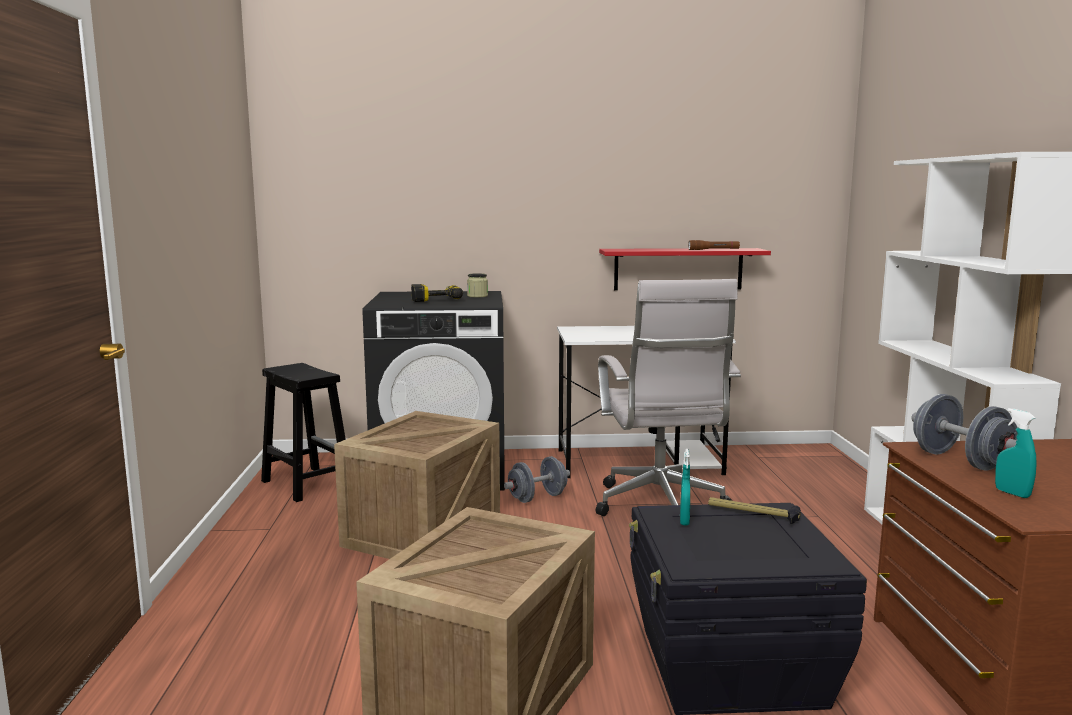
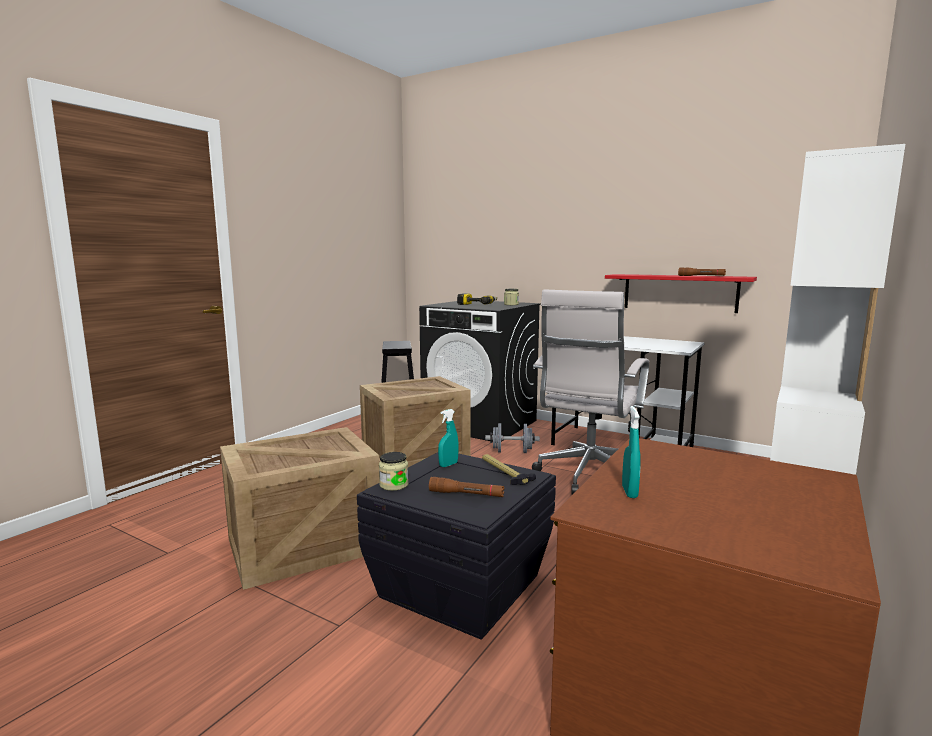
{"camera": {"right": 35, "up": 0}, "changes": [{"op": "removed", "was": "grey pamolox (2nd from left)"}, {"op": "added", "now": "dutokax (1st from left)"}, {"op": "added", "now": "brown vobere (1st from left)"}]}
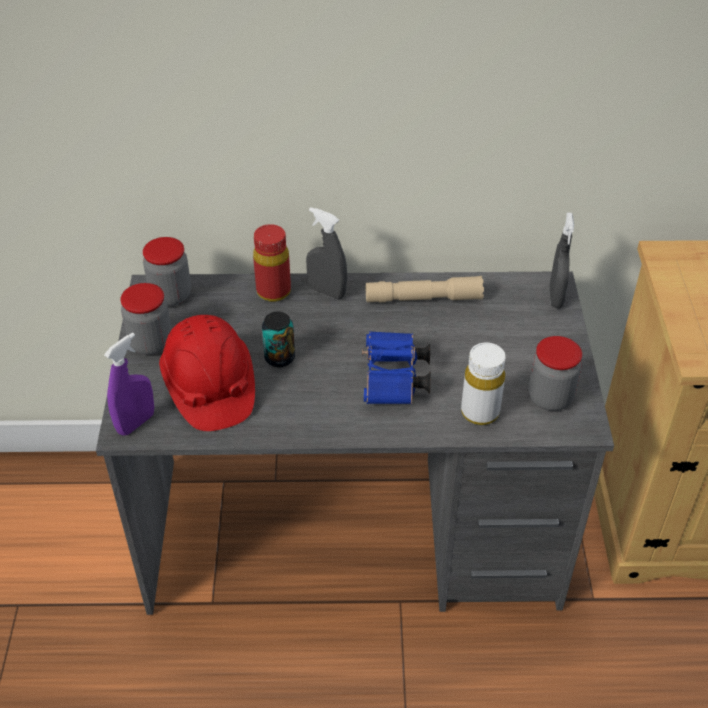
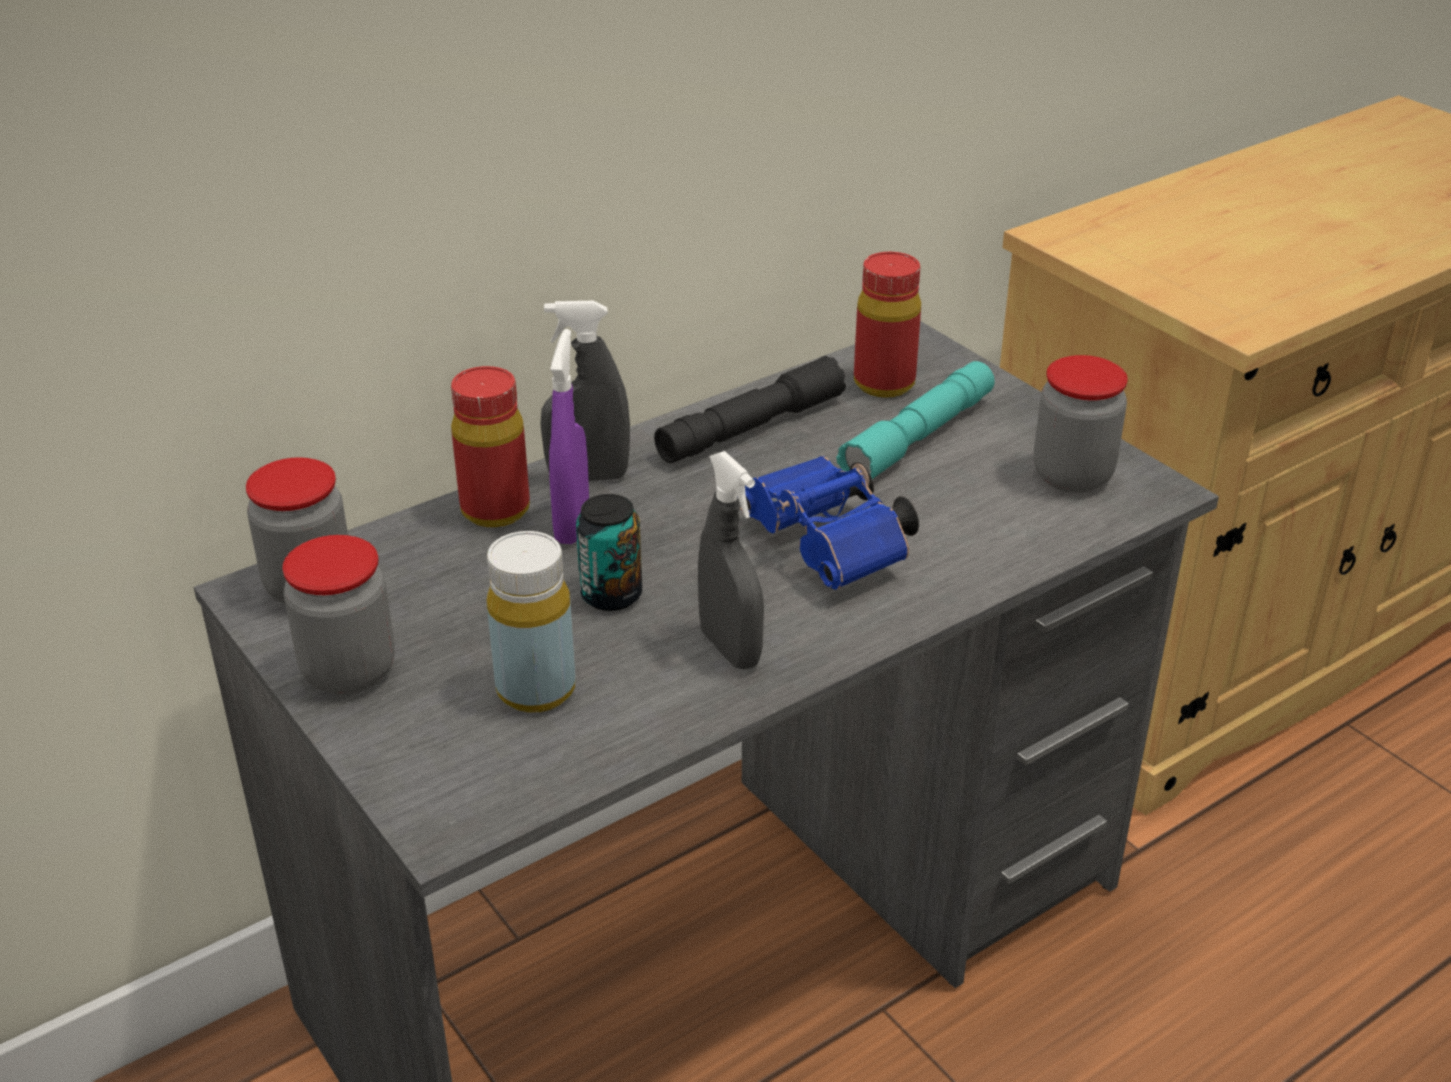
{"camera": {"right": -35, "up": -10}, "changes": [{"op": "moved", "was": "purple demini"}, {"op": "replaced", "was": "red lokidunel", "now": "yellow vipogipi"}, {"op": "recoloured", "was": "beige vobere", "now": "black vobere"}, {"op": "removed", "was": "white vipogipi"}, {"op": "moved", "was": "grey demini (2nd from left)"}, {"op": "added", "now": "turquoise vobere"}, {"op": "added", "now": "red vipogipi (2nd from left)"}]}
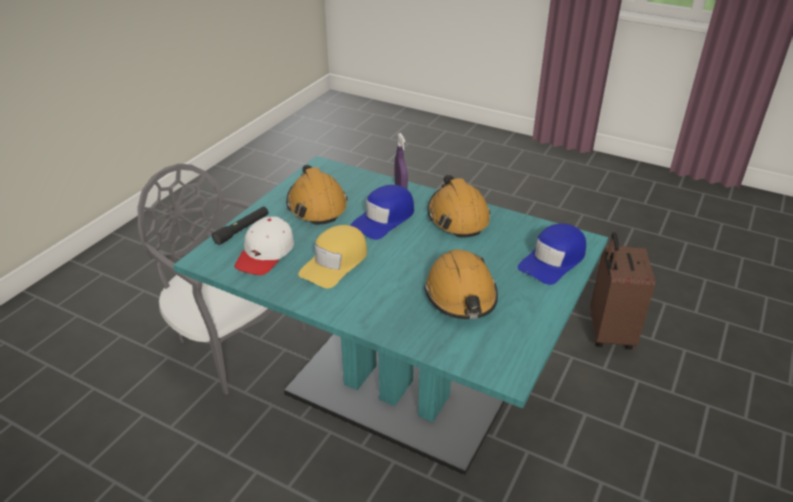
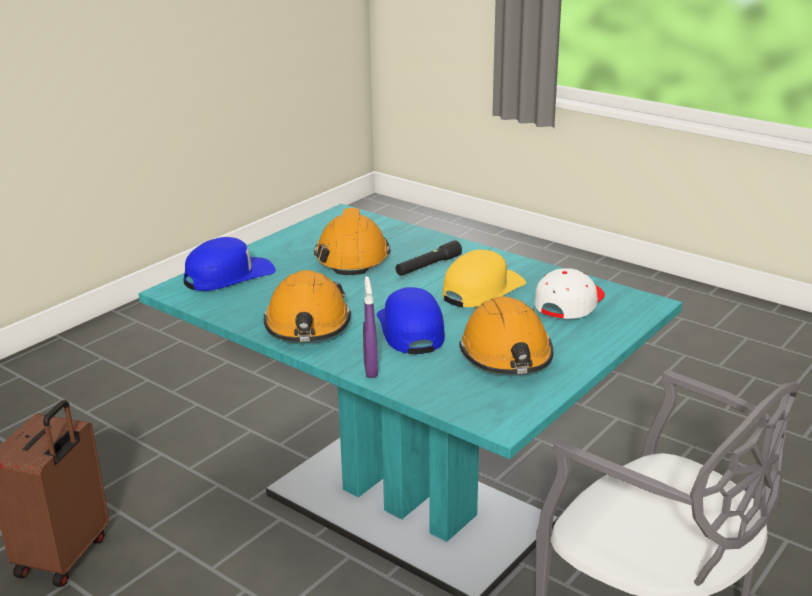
{"camera": {"right": -170, "up": -10}, "changes": [{"op": "moved", "was": "black vobere"}, {"op": "turned", "was": "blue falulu (1st from left in the first image)", "clockwise": -60}]}
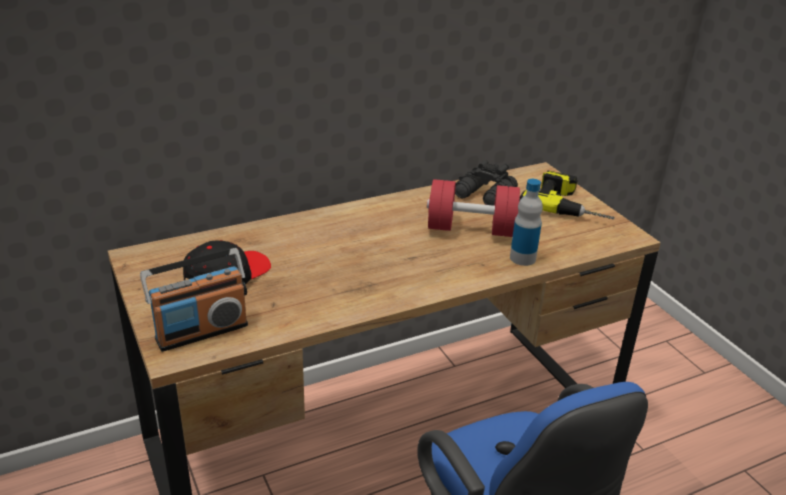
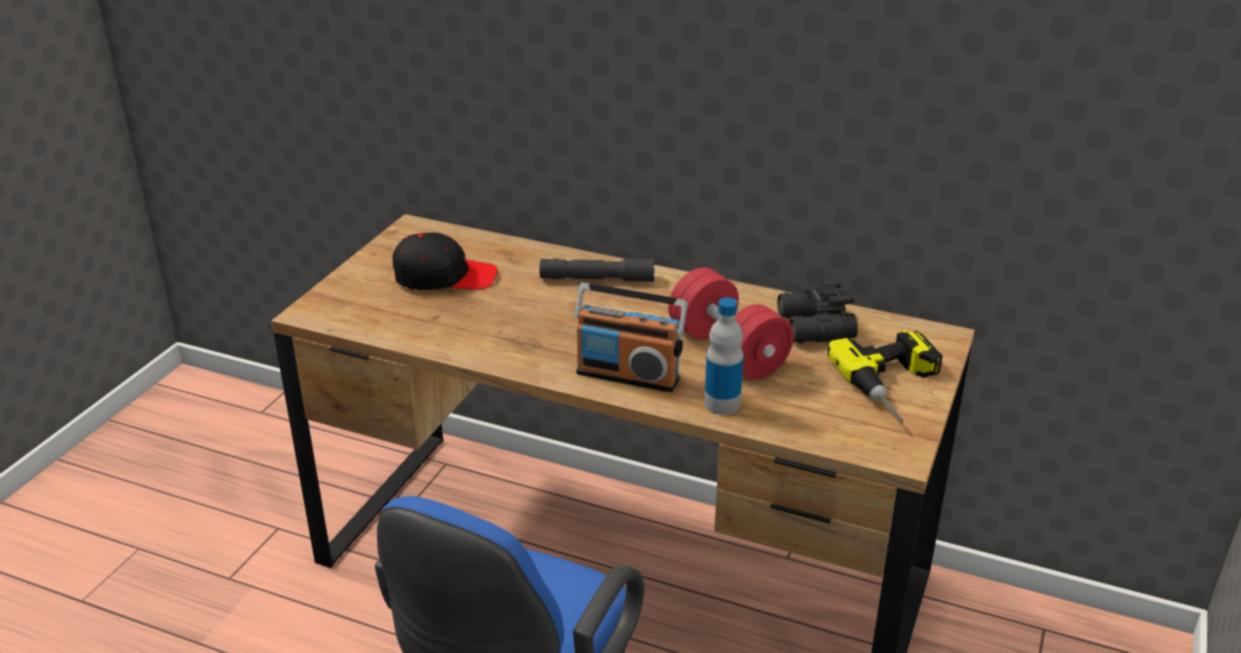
{"camera": {"right": 50, "up": 0}, "changes": [{"op": "moved", "was": "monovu"}, {"op": "added", "now": "grey vobere"}]}
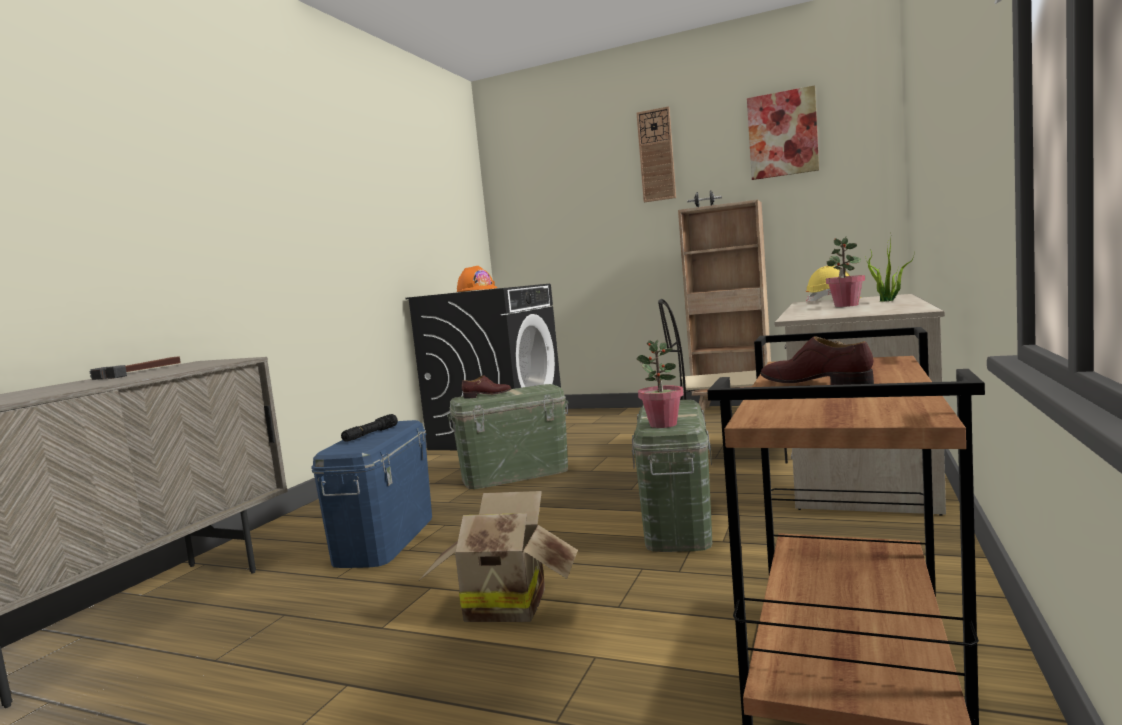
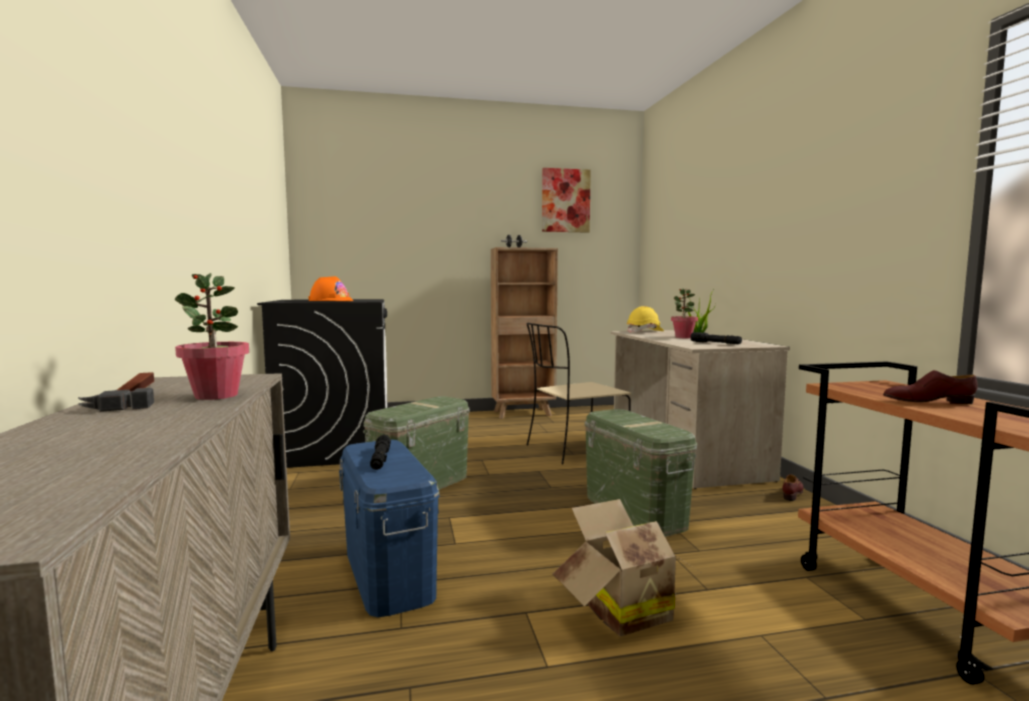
{"camera": {"right": -35, "up": 0}, "changes": [{"op": "moved", "was": "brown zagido (1st from left)"}, {"op": "removed", "was": "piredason"}, {"op": "moved", "was": "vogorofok (1st from left)"}, {"op": "added", "now": "black vobere (2nd from left)"}]}
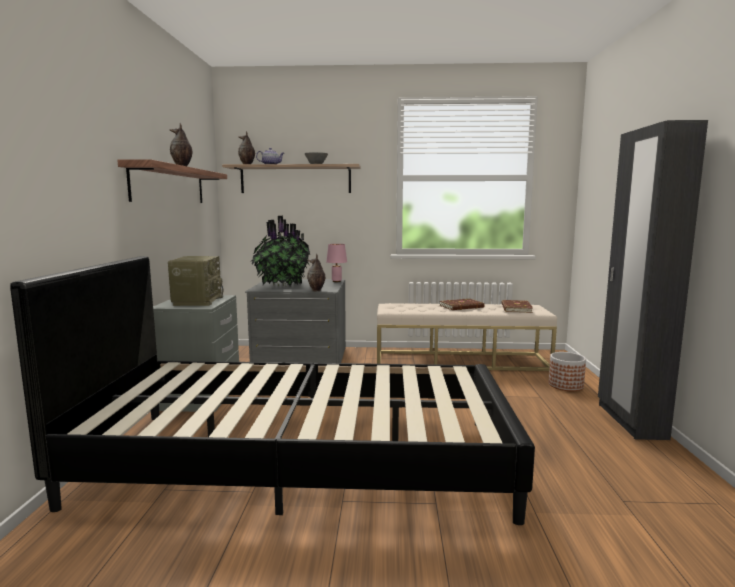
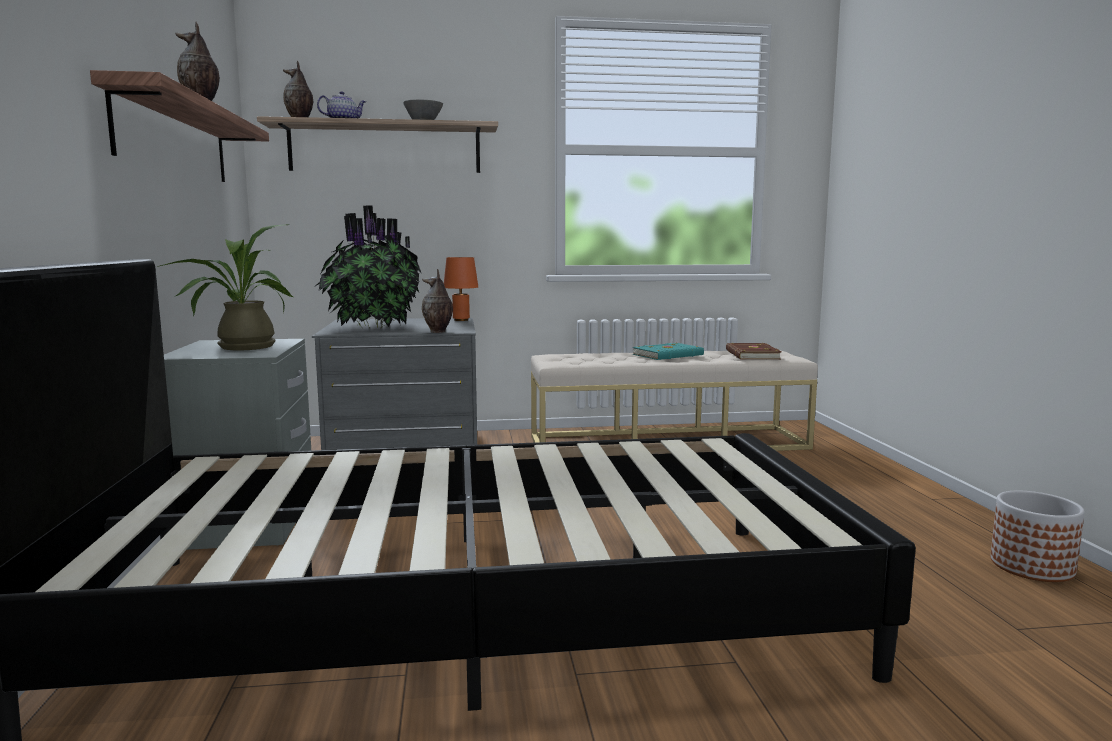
{"camera": {"right": -10, "up": 0}, "changes": [{"op": "replaced", "was": "monovu", "now": "vogorofok (1st from left)"}, {"op": "recoloured", "was": "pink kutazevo", "now": "orange kutazevo"}, {"op": "recoloured", "was": "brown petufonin (1st from left)", "now": "turquoise petufonin"}, {"op": "moved", "was": "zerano"}, {"op": "removed", "was": "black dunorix"}]}
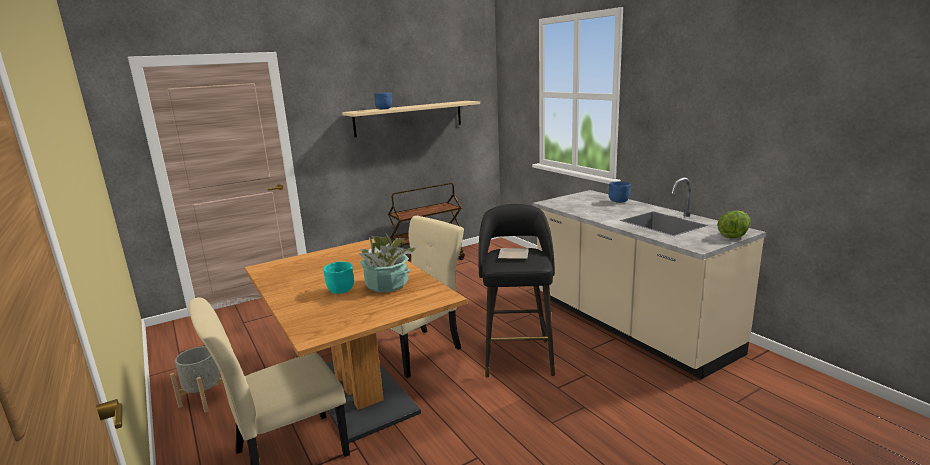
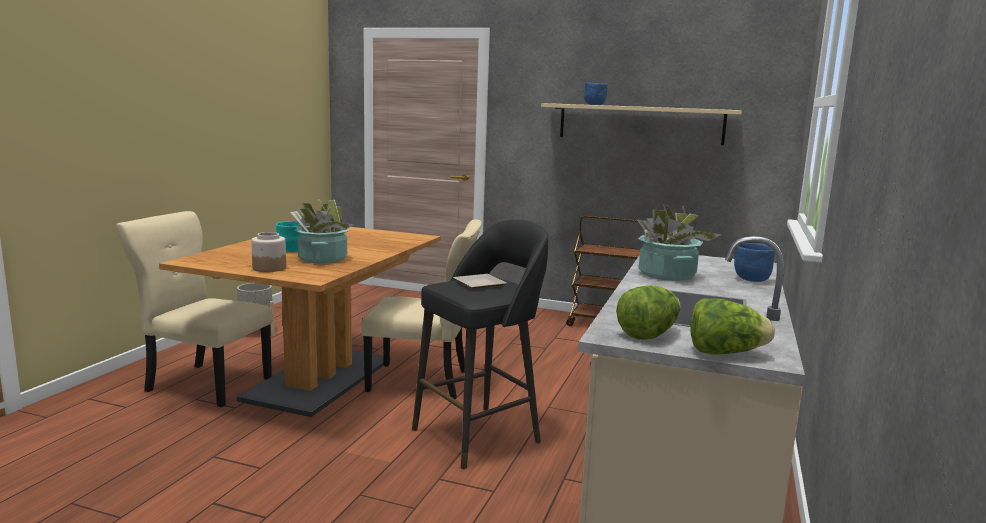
{"camera": {"right": 50, "up": -5}, "changes": [{"op": "added", "now": "dutokax"}, {"op": "added", "now": "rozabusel (1st from left)"}, {"op": "added", "now": "vogorofok (2nd from left)"}]}
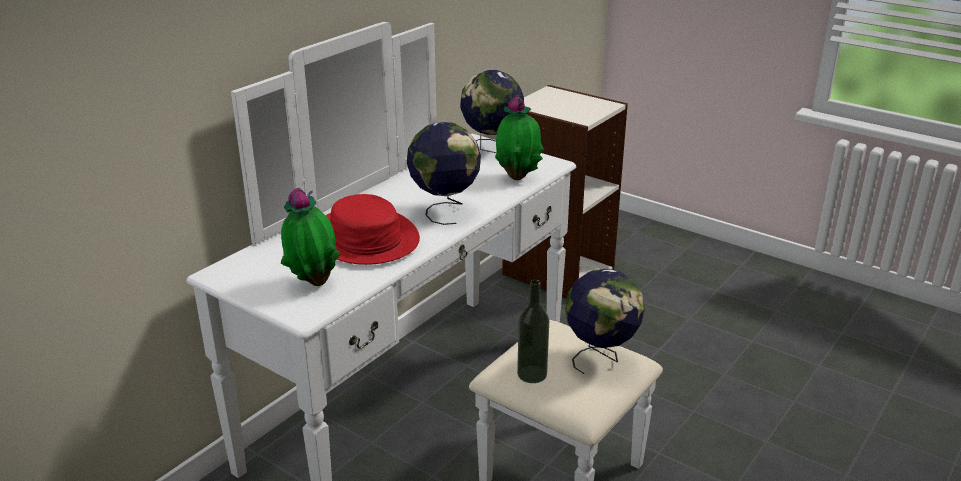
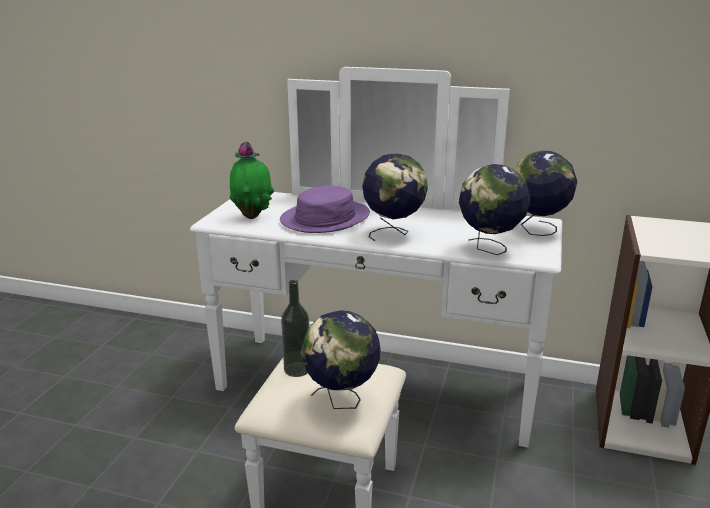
{"camera": {"right": 70, "up": -5}, "changes": [{"op": "recoloured", "was": "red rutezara", "now": "purple rutezara"}, {"op": "replaced", "was": "vogorofok (2nd from left)", "now": "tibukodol (3rd from left)"}]}
